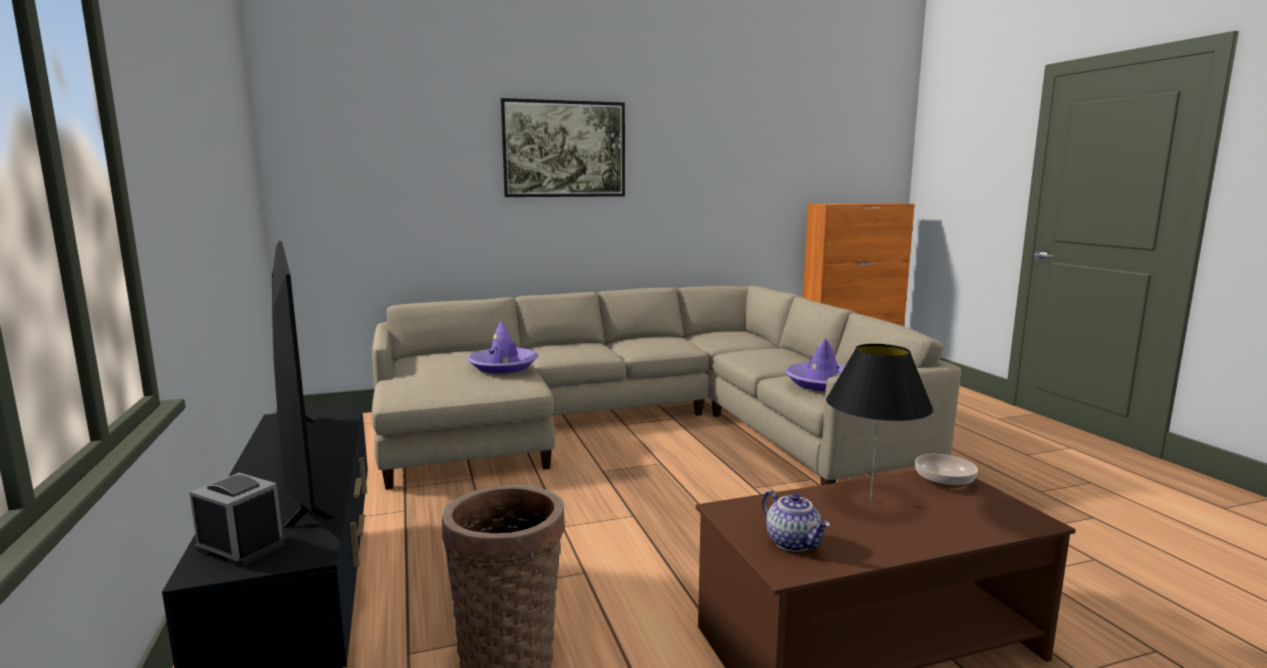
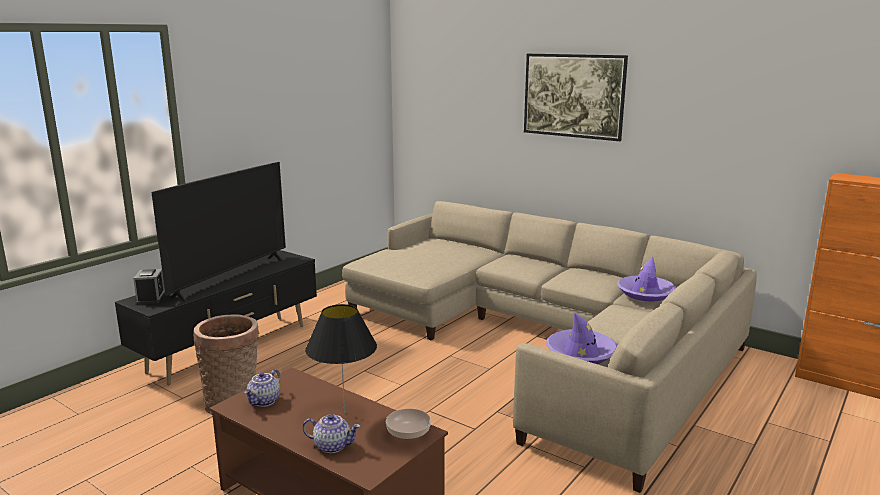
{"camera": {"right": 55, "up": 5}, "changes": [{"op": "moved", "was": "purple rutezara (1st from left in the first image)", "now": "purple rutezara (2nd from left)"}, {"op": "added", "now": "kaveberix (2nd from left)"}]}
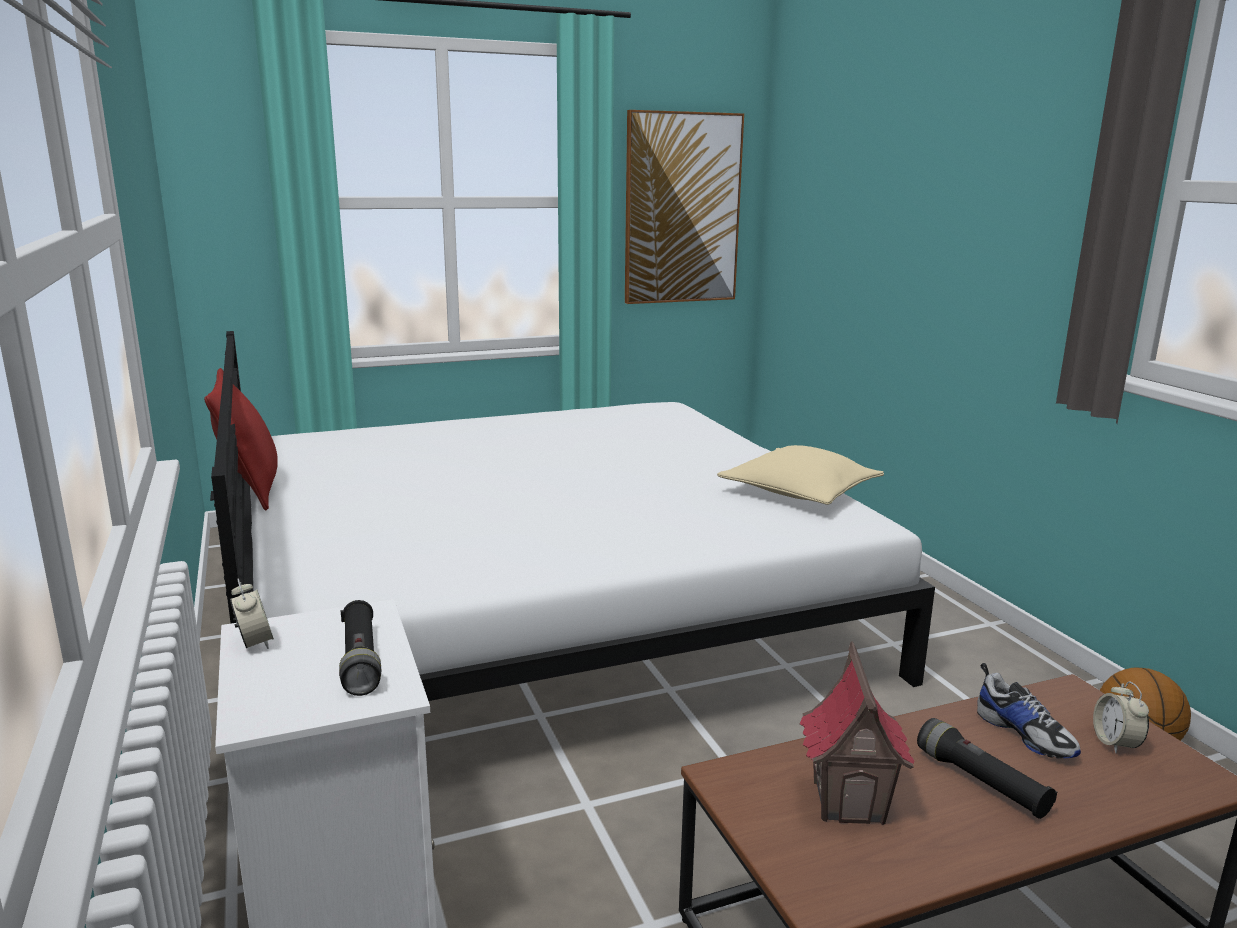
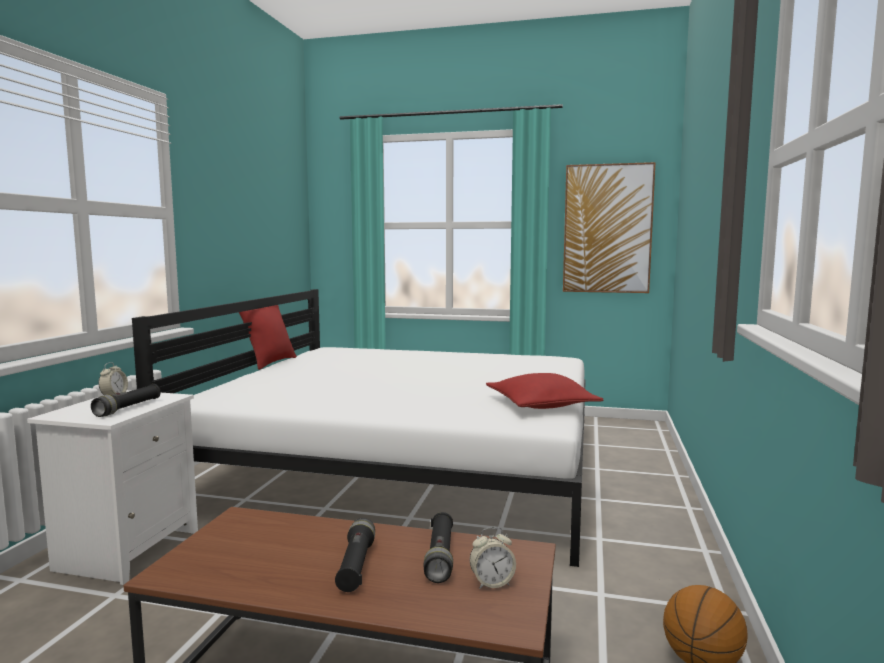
{"camera": {"right": 35, "up": -10}, "changes": [{"op": "recoloured", "was": "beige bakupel", "now": "red bakupel (2nd from left)"}, {"op": "removed", "was": "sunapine"}, {"op": "replaced", "was": "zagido", "now": "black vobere (3rd from left)"}, {"op": "turned", "was": "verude (2nd from left)", "clockwise": -135}]}
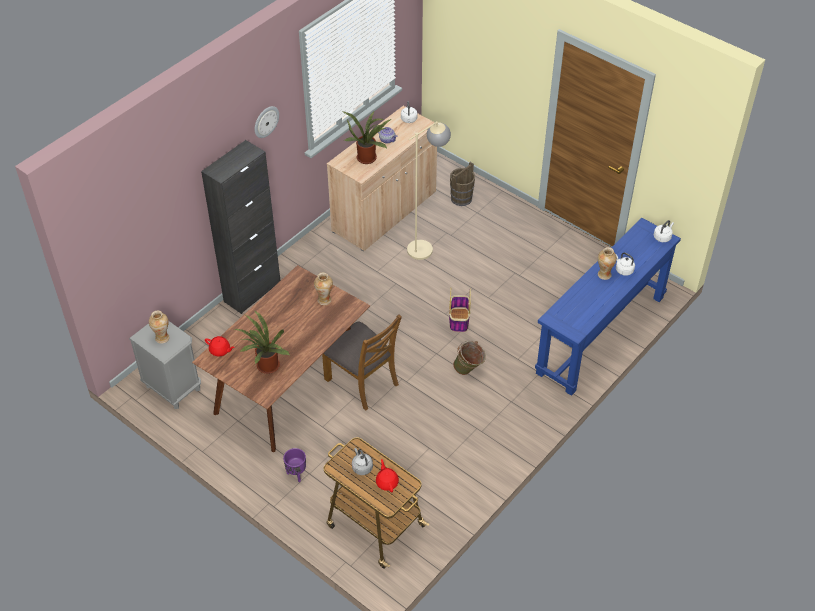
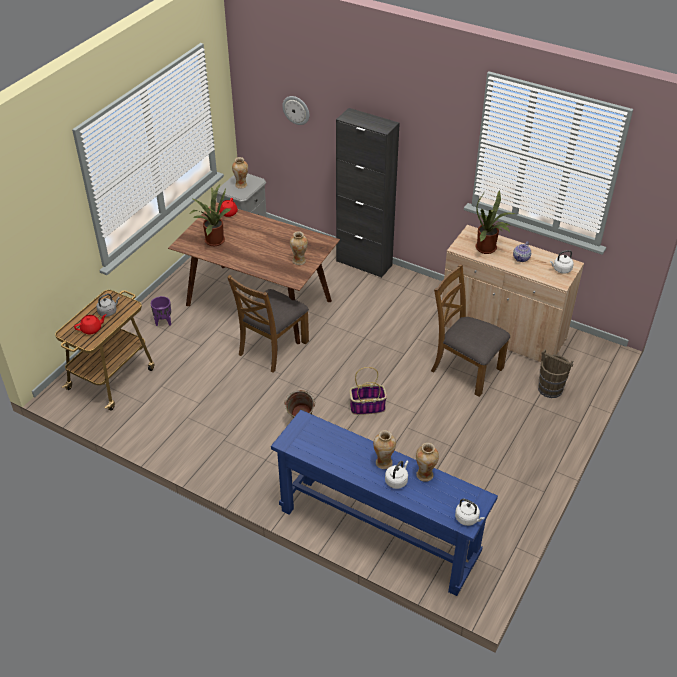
{"camera": {"right": 80, "up": -5}, "changes": [{"op": "moved", "was": "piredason"}, {"op": "replaced", "was": "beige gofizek", "now": "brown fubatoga (2nd from left)"}, {"op": "added", "now": "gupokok (4th from left)"}]}
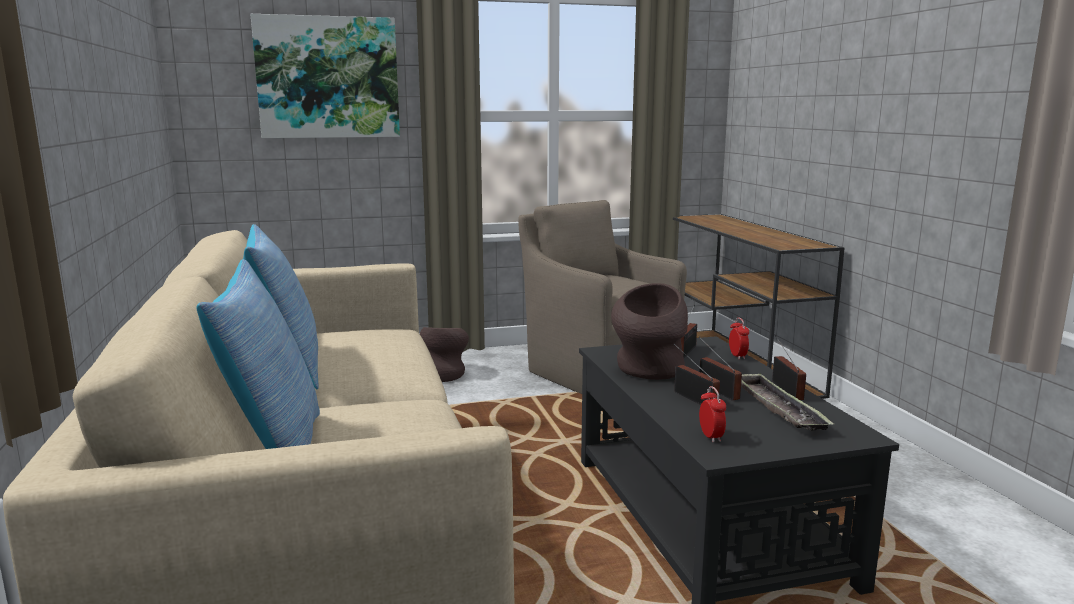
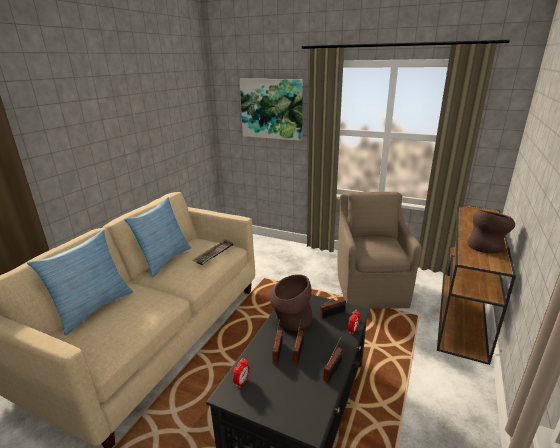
{"camera": {"right": 40, "up": 10}, "changes": [{"op": "moved", "was": "brown gupokok (1st from left in the first image)", "now": "brown gupokok (2nd from left)"}, {"op": "moved", "was": "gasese"}]}
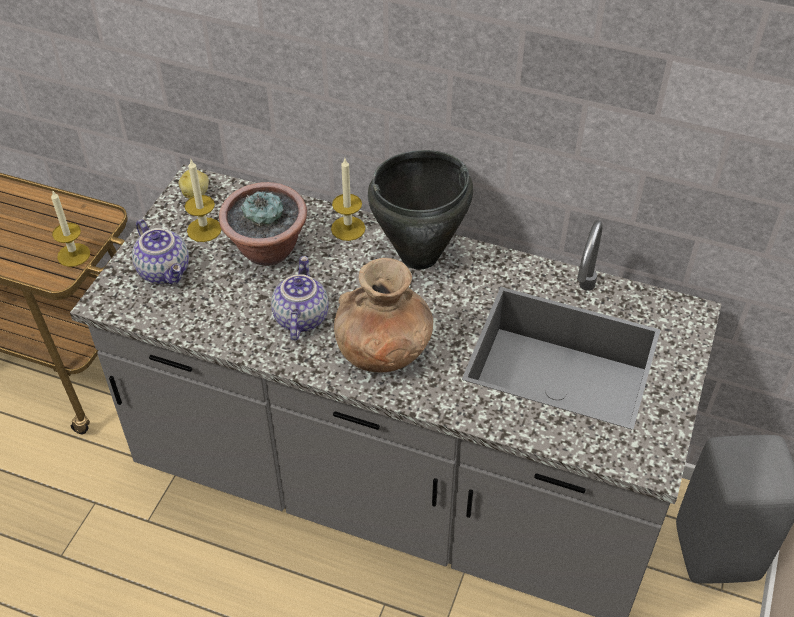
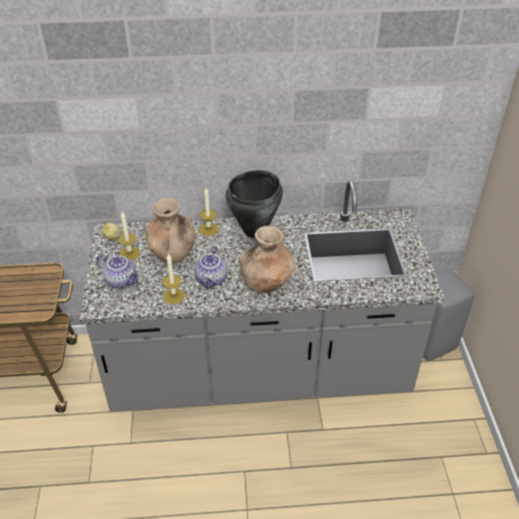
{"camera": {"right": -25, "up": -5}, "changes": [{"op": "moved", "was": "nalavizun (1st from left in the first image)", "now": "nalavizun (2nd from left)"}, {"op": "replaced", "was": "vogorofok", "now": "brown gupokok (1st from left)"}, {"op": "turned", "was": "kaveberix (2nd from left)", "clockwise": -150}]}
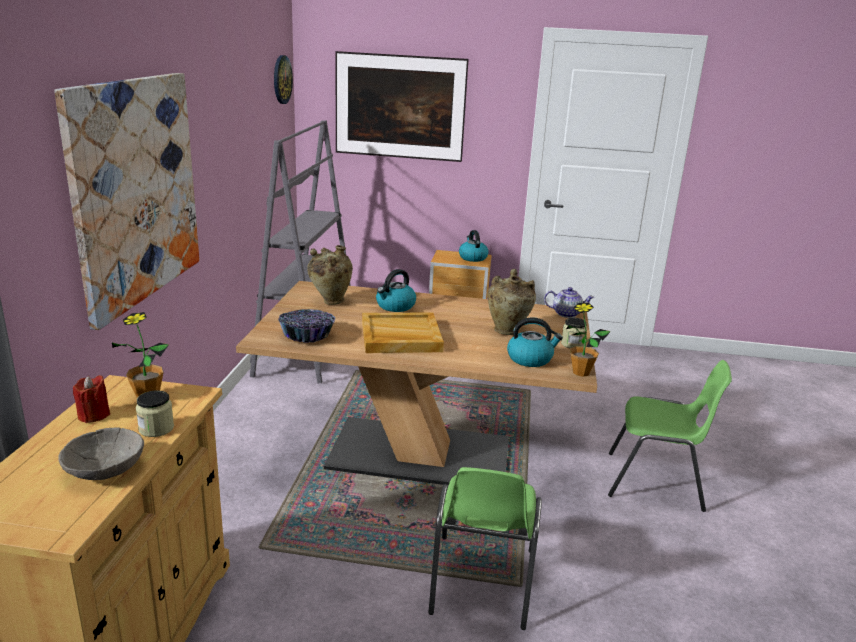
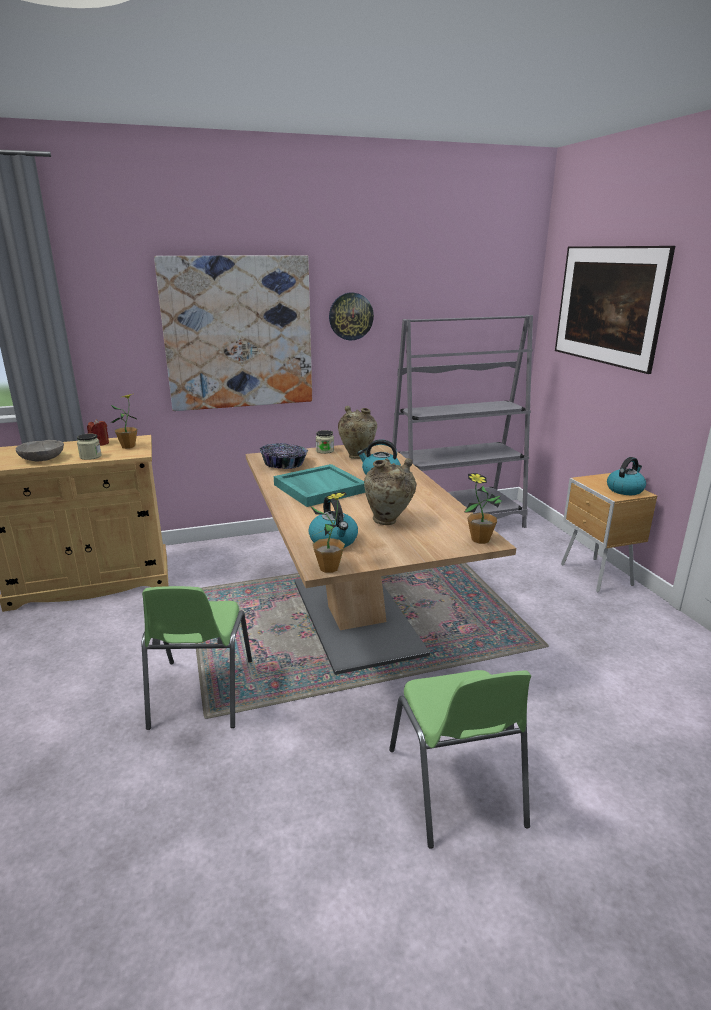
{"camera": {"right": 65, "up": 0}, "changes": [{"op": "moved", "was": "piredason"}, {"op": "recoloured", "was": "beige gasese", "now": "turquoise gasese"}, {"op": "turned", "was": "green fubatoga (1st from left)", "clockwise": -75}, {"op": "replaced", "was": "kaveberix", "now": "vogorofok (3rd from left)"}, {"op": "moved", "was": "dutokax (2nd from left)"}]}
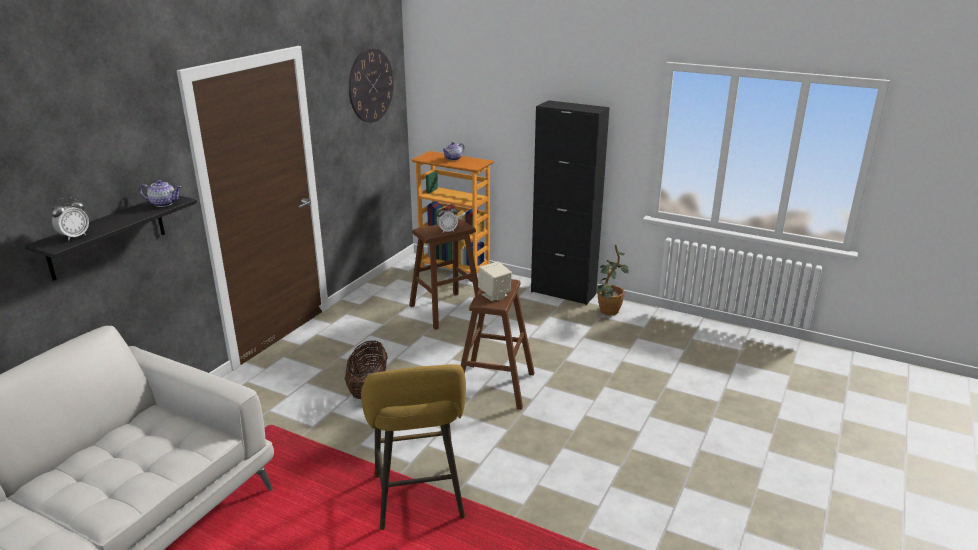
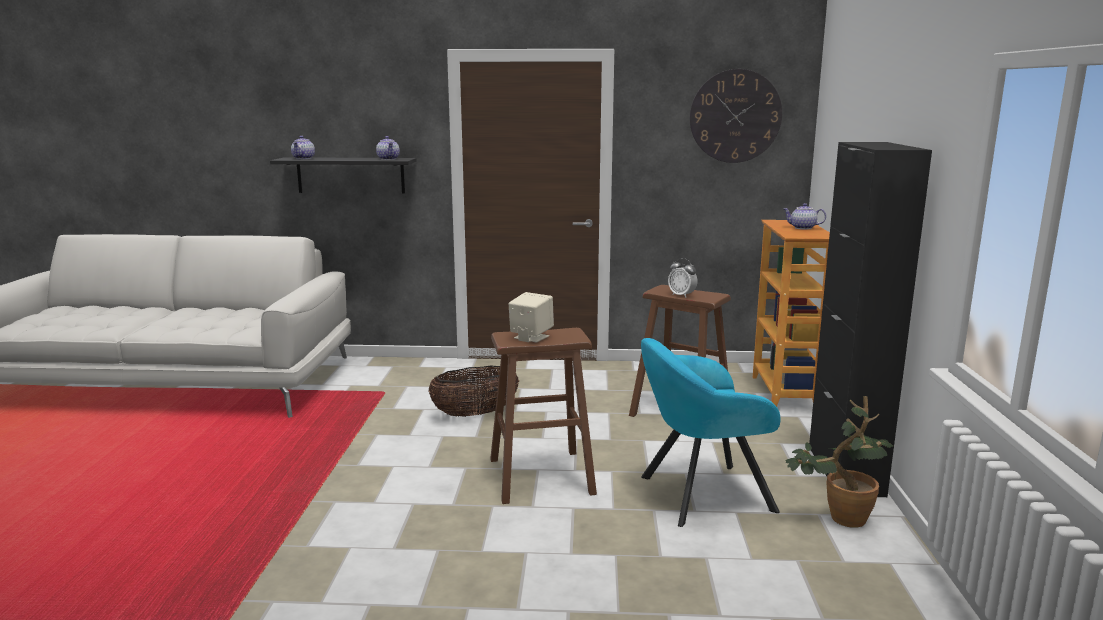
{"camera": {"right": 65, "up": -10}, "changes": [{"op": "replaced", "was": "verude (1st from left)", "now": "kaveberix (1st from left)"}, {"op": "removed", "was": "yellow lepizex"}, {"op": "added", "now": "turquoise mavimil"}]}
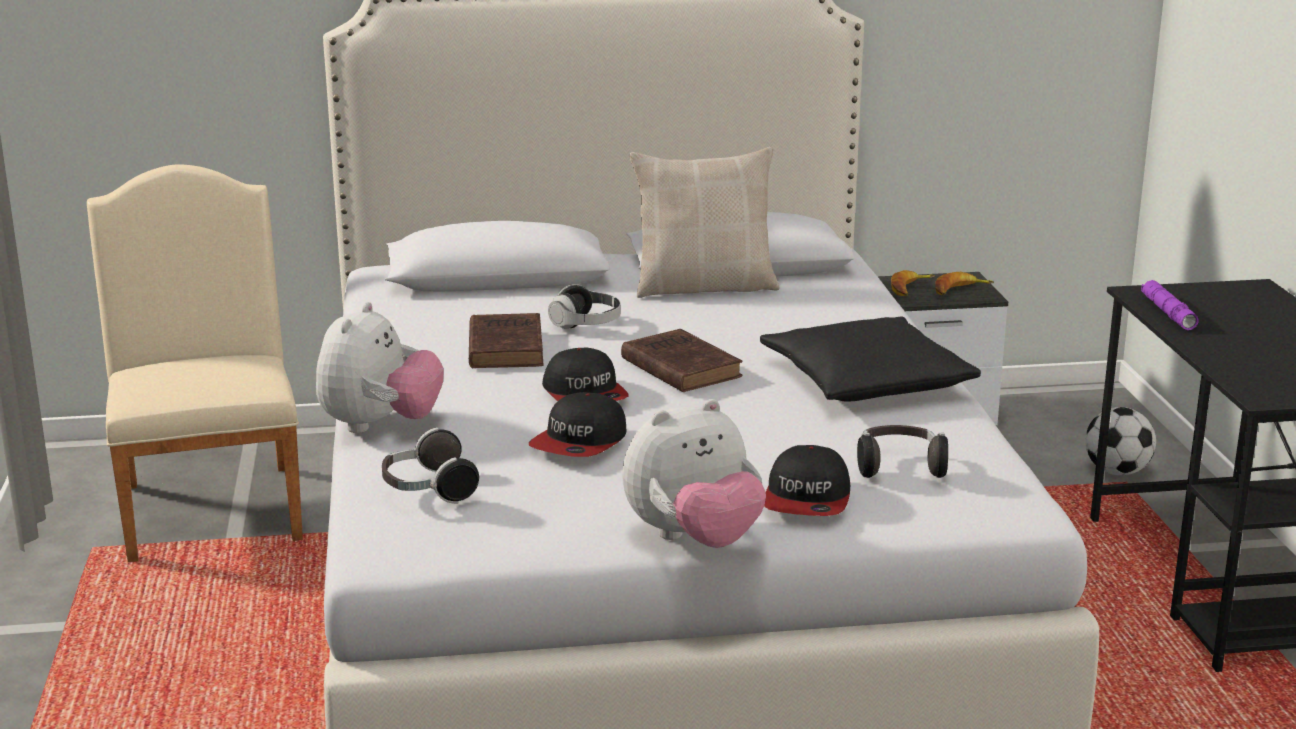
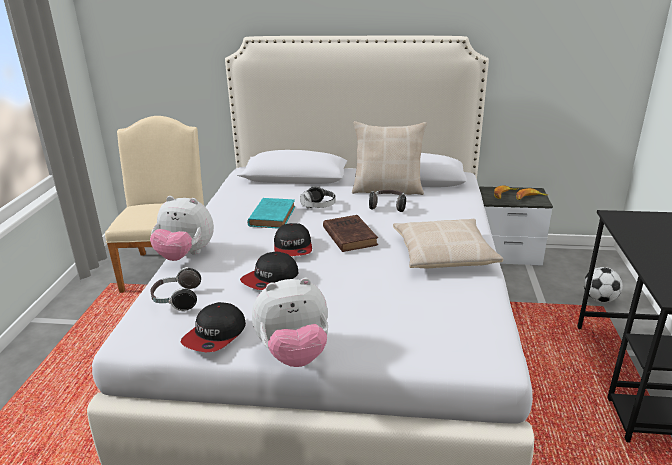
{"camera": {"right": 15, "up": 5}, "changes": [{"op": "turned", "was": "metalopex (1st from left)", "clockwise": 75}, {"op": "recoloured", "was": "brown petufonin (1st from left)", "now": "turquoise petufonin"}, {"op": "recoloured", "was": "black bakupel", "now": "beige bakupel (2nd from left)"}, {"op": "moved", "was": "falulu (3rd from left in the first image)", "now": "falulu (1st from left)"}, {"op": "moved", "was": "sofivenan (3rd from left)"}, {"op": "removed", "was": "purple vobere"}]}
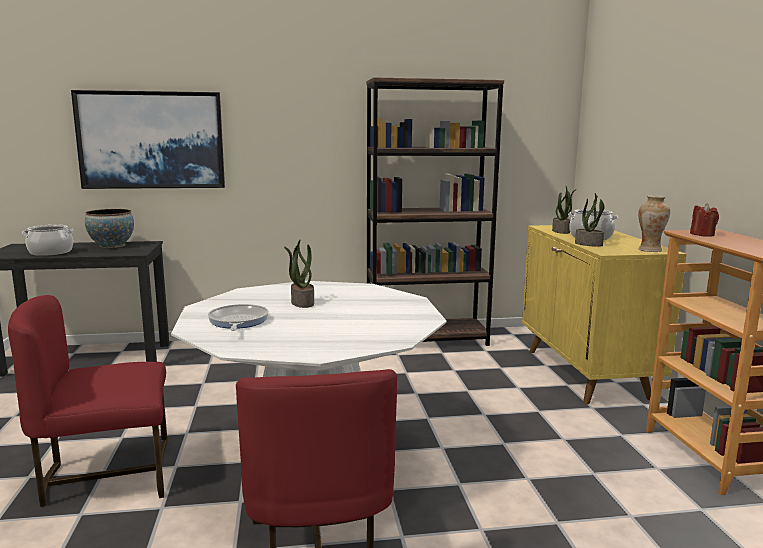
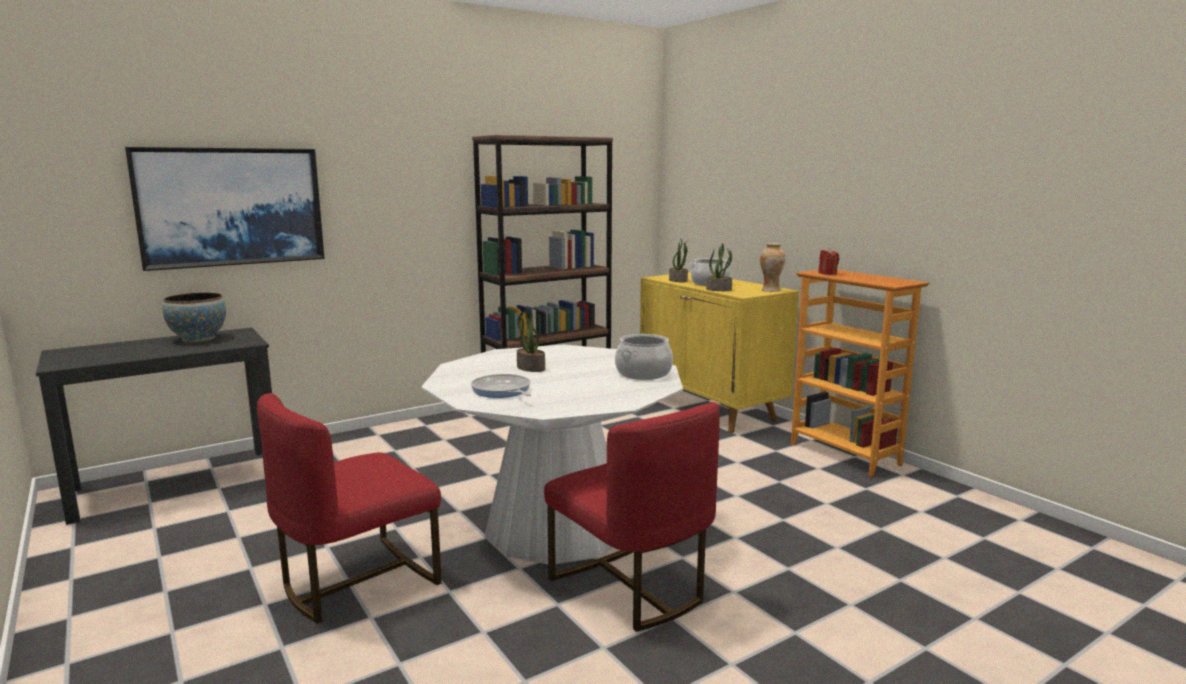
{"camera": {"right": -25, "up": 0}, "changes": [{"op": "moved", "was": "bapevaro (1st from left)"}]}
